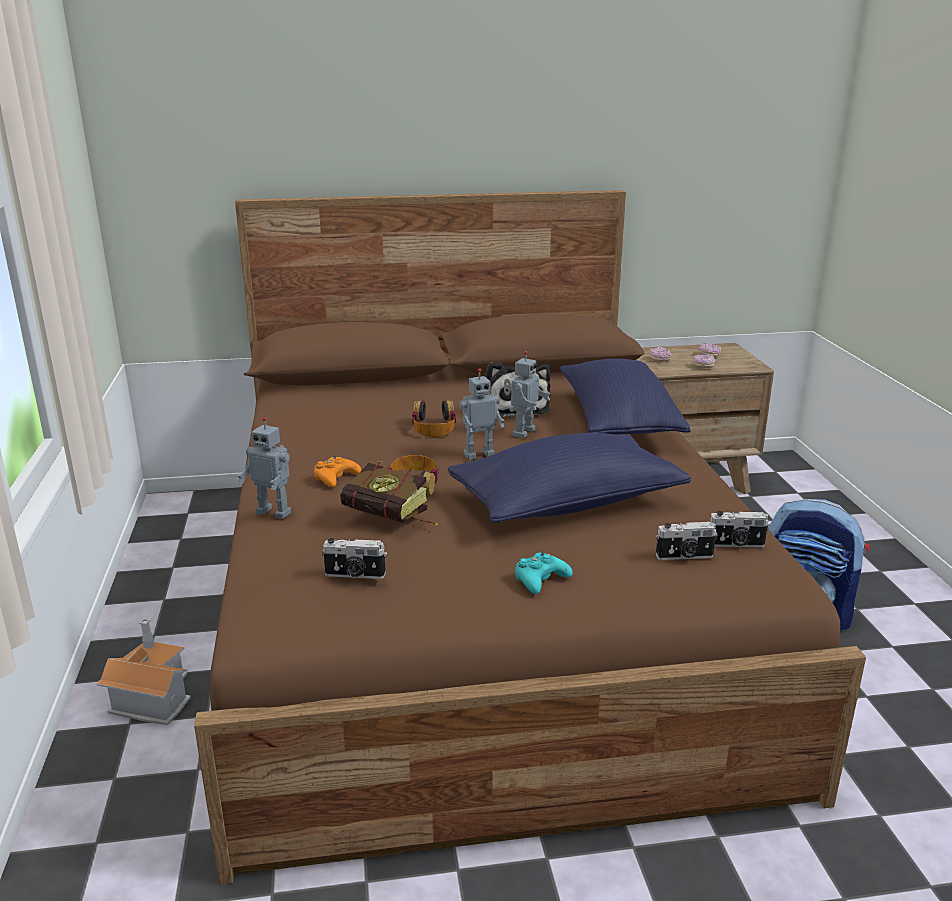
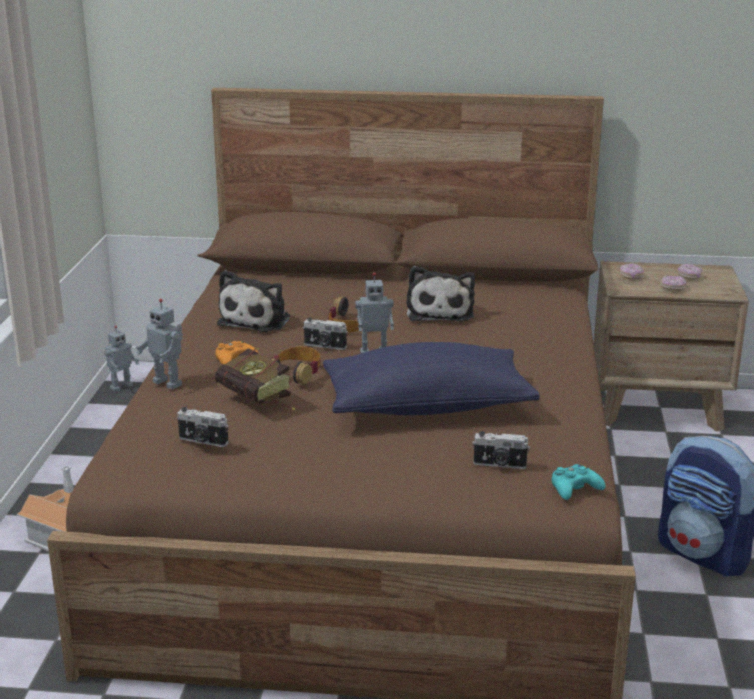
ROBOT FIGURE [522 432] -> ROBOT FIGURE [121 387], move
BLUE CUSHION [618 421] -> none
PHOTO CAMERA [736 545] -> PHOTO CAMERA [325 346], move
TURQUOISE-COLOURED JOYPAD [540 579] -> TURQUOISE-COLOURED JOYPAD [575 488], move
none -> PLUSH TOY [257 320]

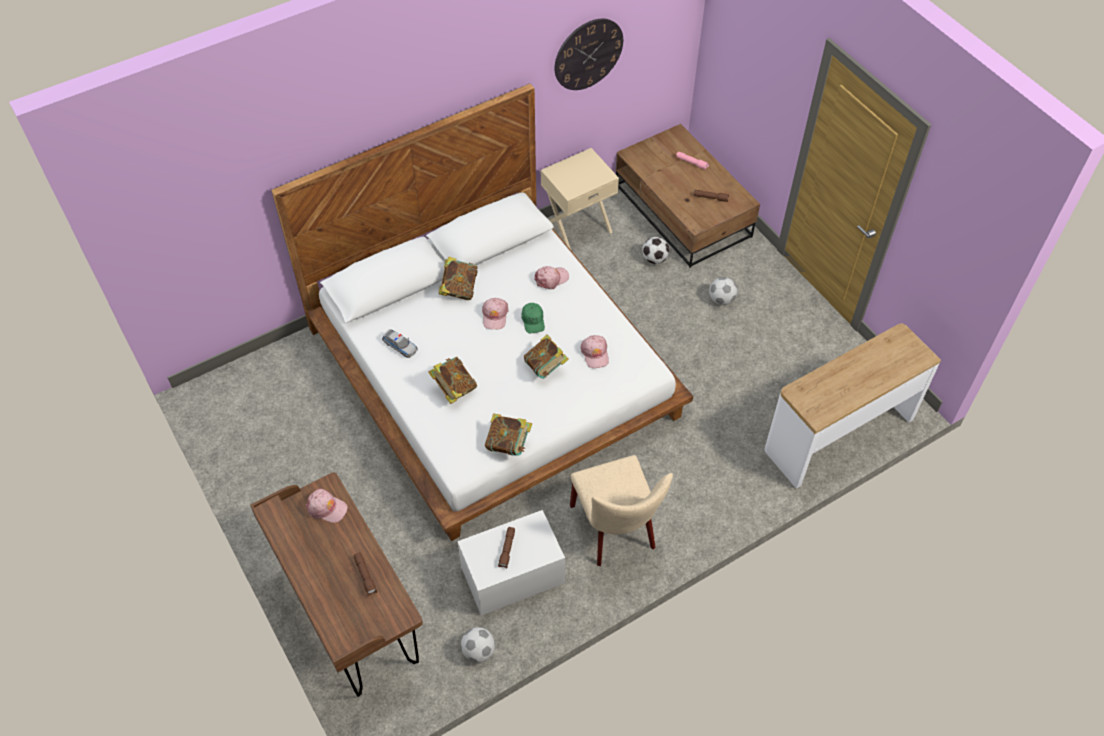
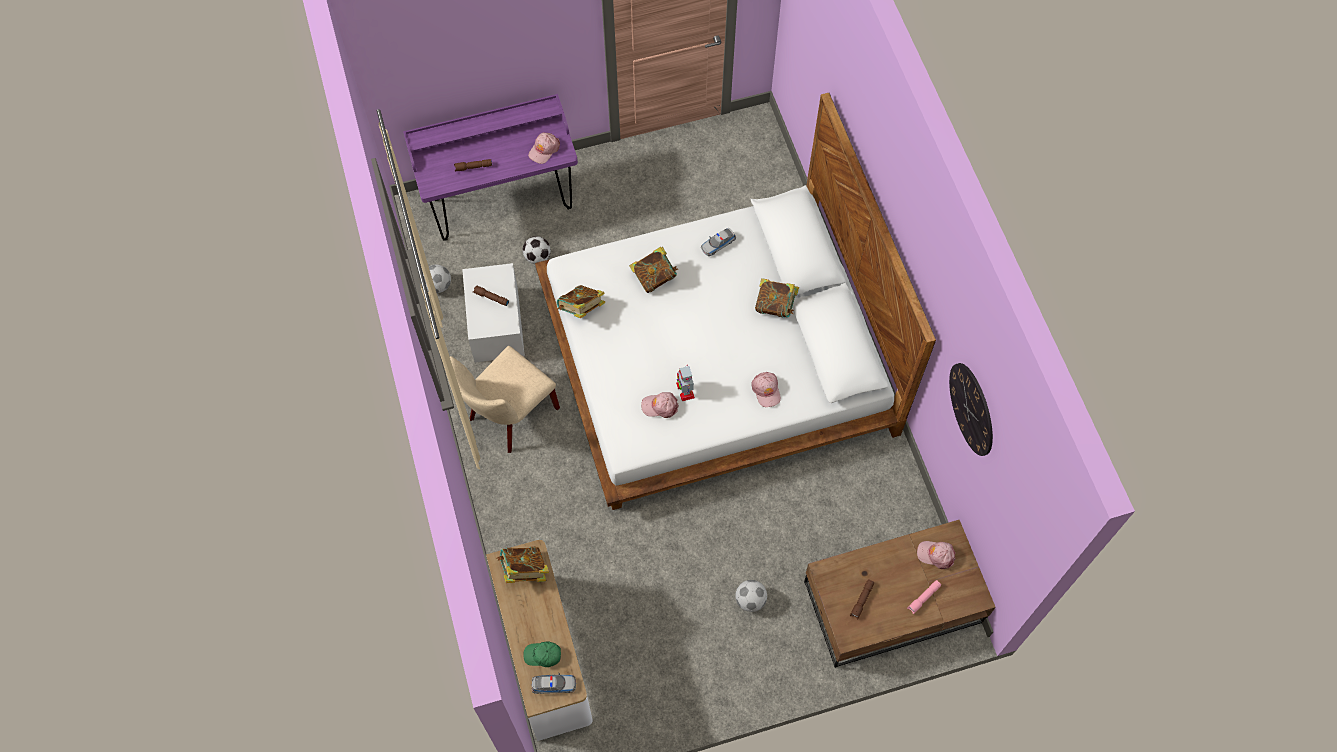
BEIGE BEDSIDE TABLE [577 226] -> none
BALL FOR FOOTBALL [654 259] -> BALL FOR FOOTBALL [537 257], move
PINK BASEBALL CAP [495 316] -> PINK BASEBALL CAP [936 555], move
GREEN BASEBALL CAP [533 320] -> GREEN BASEBALL CAP [543 655], move
BOOK [546 367] -> BOOK [524 570], move
BEIGE PLAIN CHAIR [616 531] -> BEIGE PLAIN CHAIR [509 416], 45 degrees counterclockwise
BROWN-COLOURED DESK [352 616] -> PURPLE DESK [501 203]
none -> ROBOT FIGURE [685 390]
none -> TOY CAR [554 685]

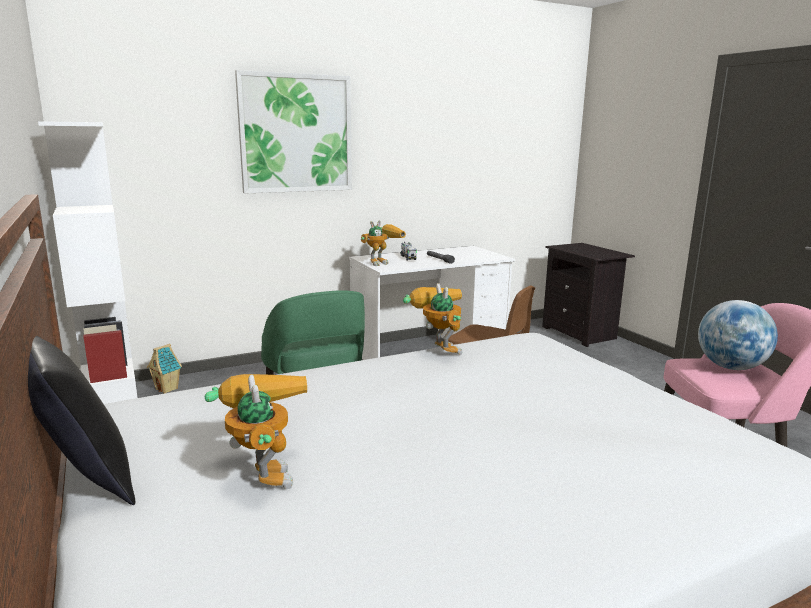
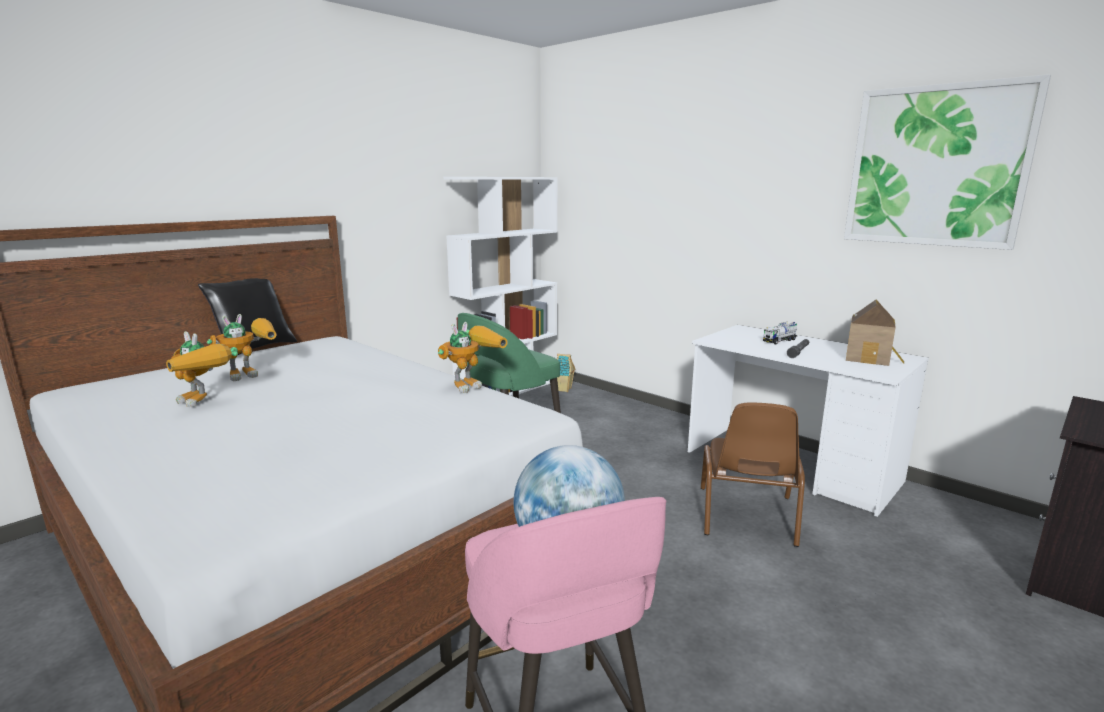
PICTURE [296 133] -> PICTURE [936 166], move
ROBOT FIGURE [382 262] -> ROBOT FIGURE [205 403], move
none -> MODEL HOUSE [870 358]

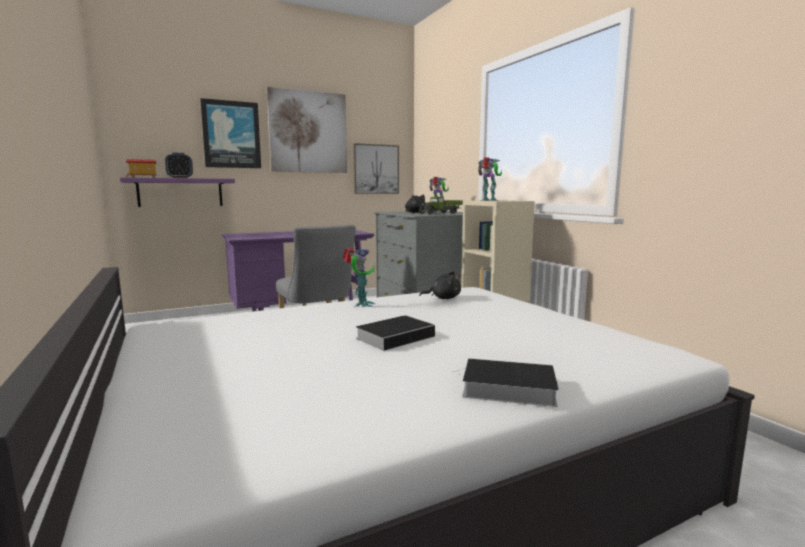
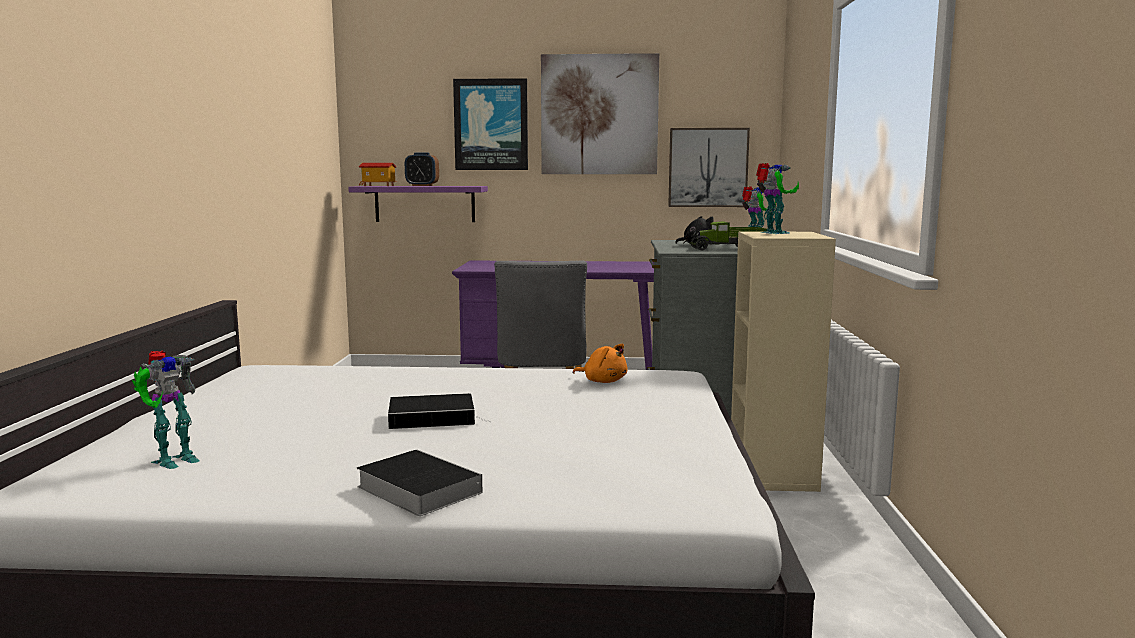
ROBOT FIGURE [361 304] -> ROBOT FIGURE [172 460], move
BLACK-COLOURED PLUSH TOY [443 298] -> ORANGE PLUSH TOY [603 381]

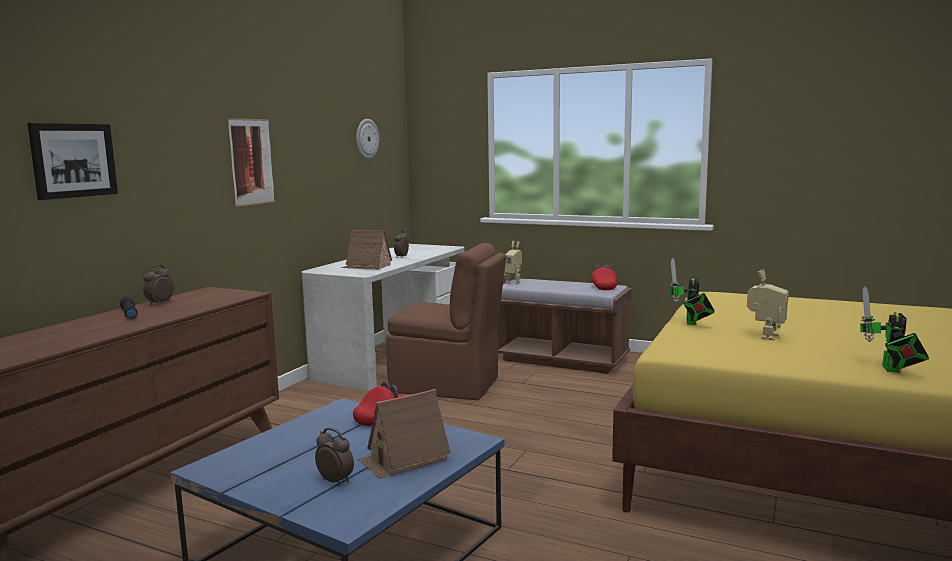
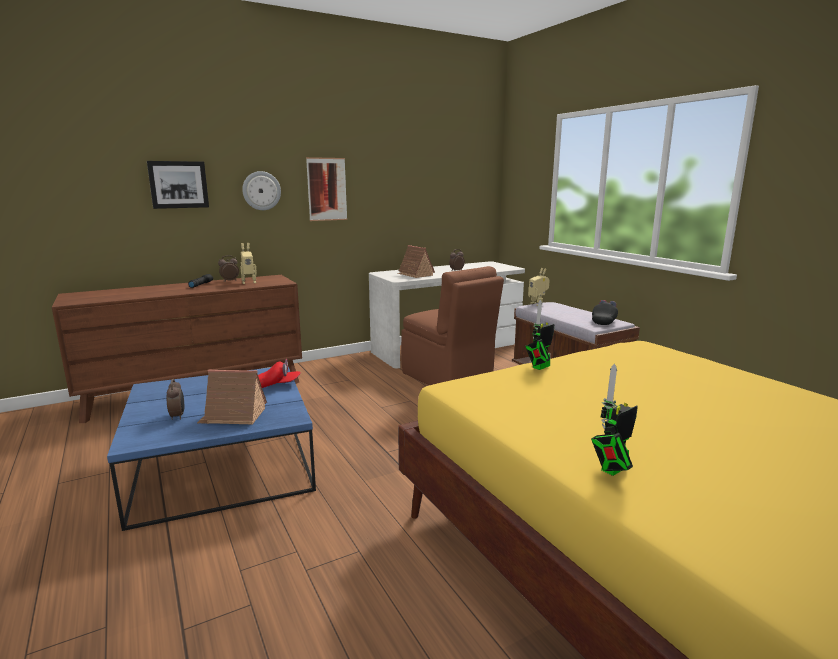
HANGING CLOCK [366 139] -> HANGING CLOCK [261 190], move
RED-COLOURED BASEBALL CAP [603 287] -> BLACK-COLOURED BASEBALL CAP [604 321]
ROBOT FIGURE [765 336] -> ROBOT FIGURE [248 282], move

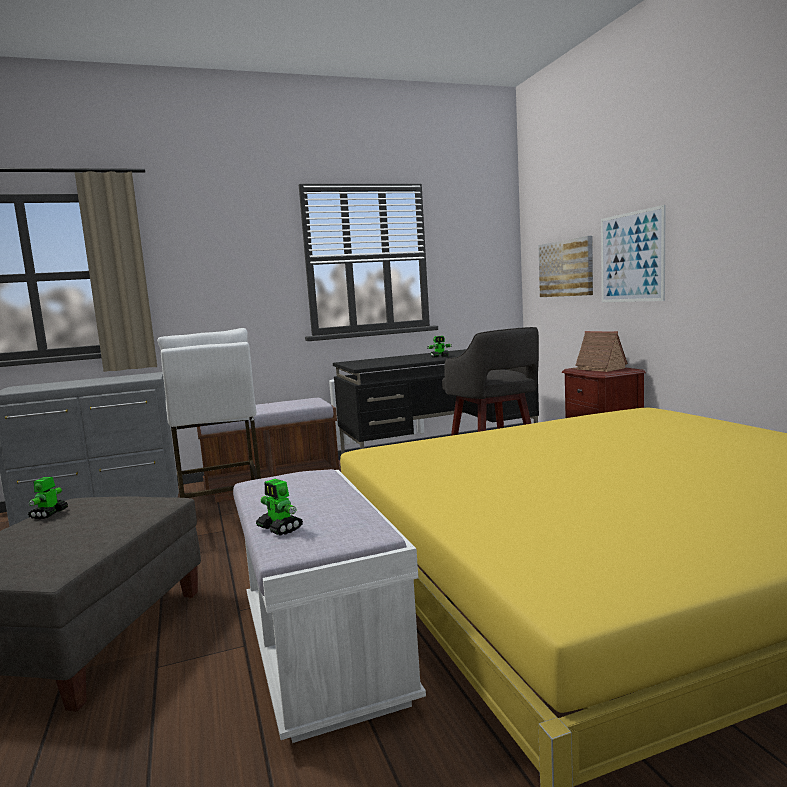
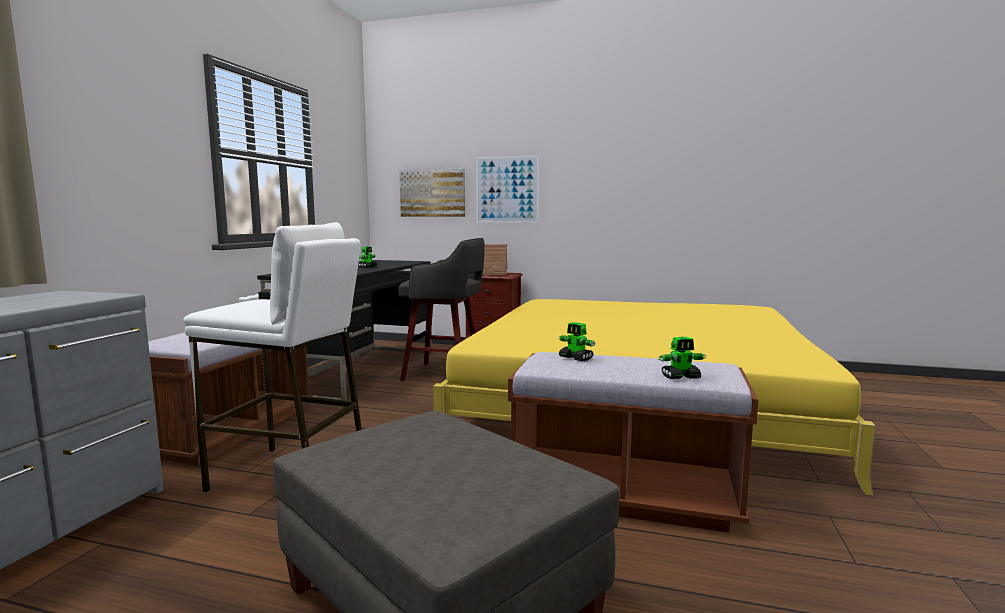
WHITISH LONG SEAT [323 653] -> BROWN-COLOURED LONG SEAT [624 494]
ROBOT FIGURE [48 514] -> ROBOT FIGURE [576 358], move

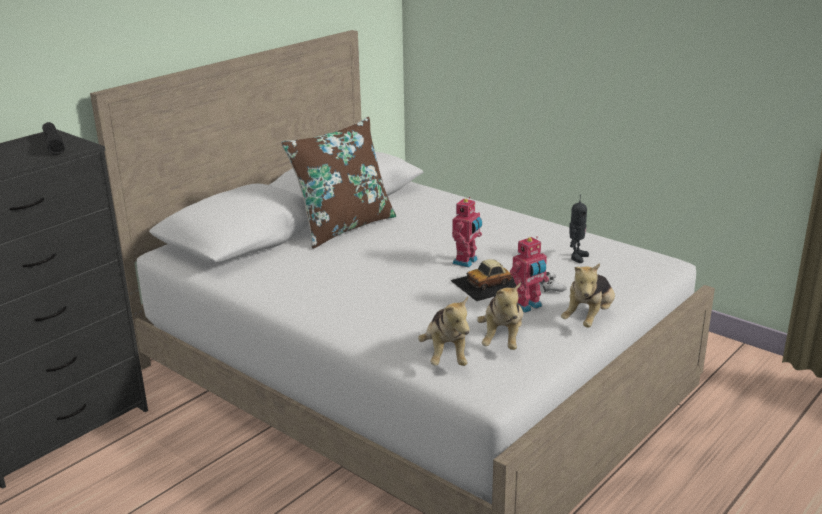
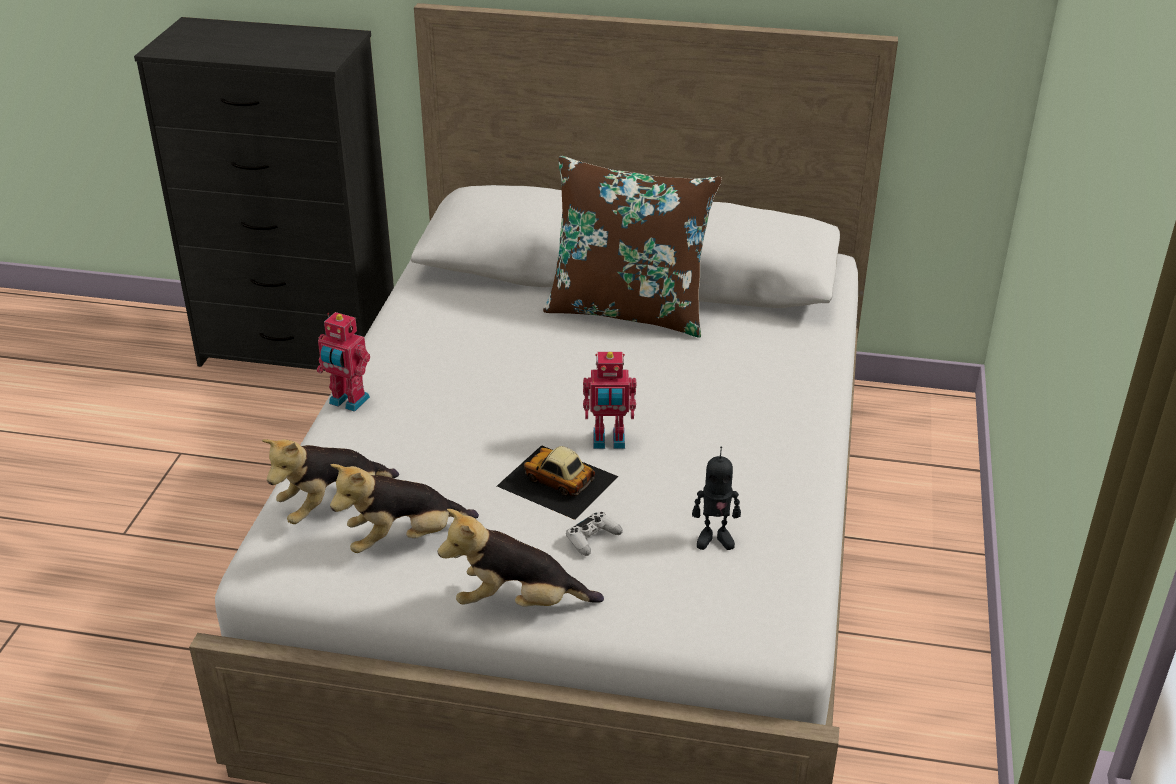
BLACK-COLOURED TORCH [53 144] -> none
ROBOT FIGURE [528 306] -> ROBOT FIGURE [347 402], move

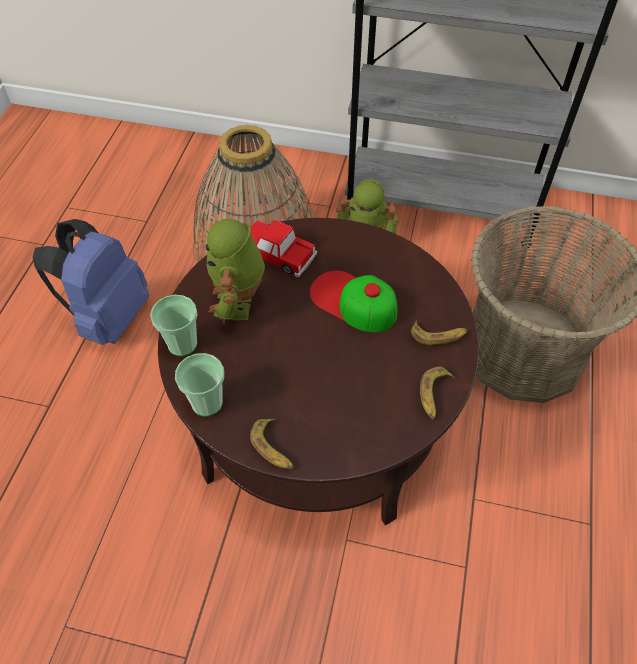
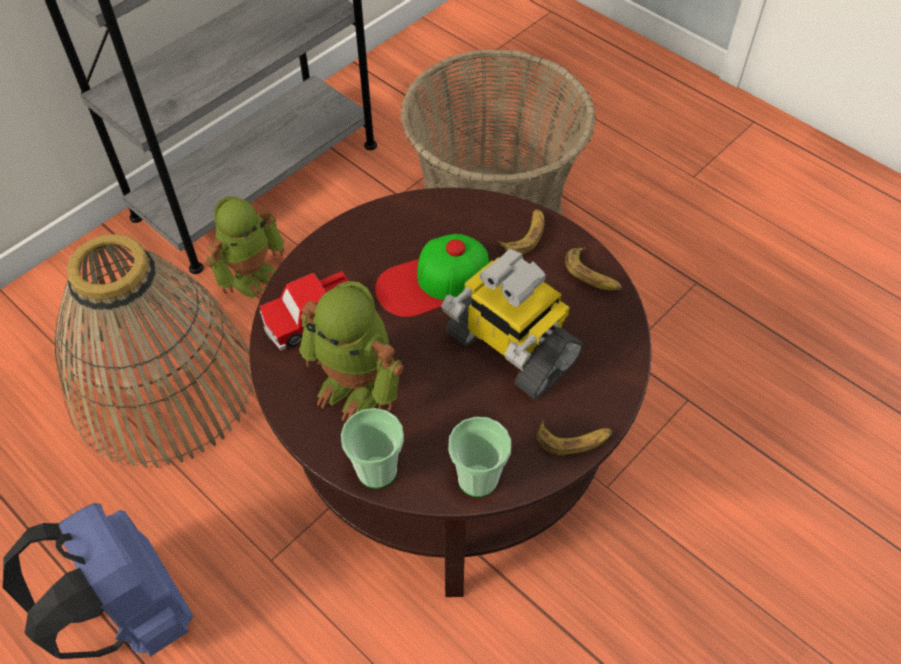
none -> ROBOT FIGURE [510 348]

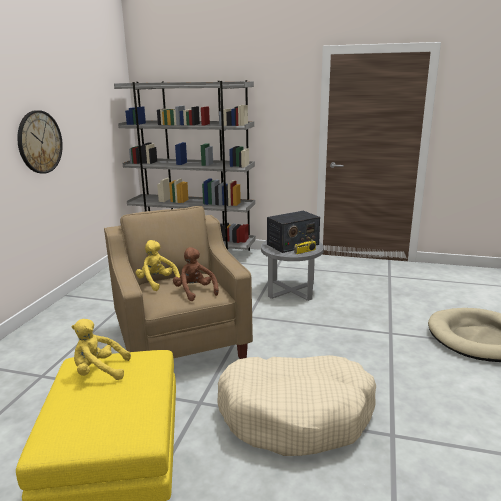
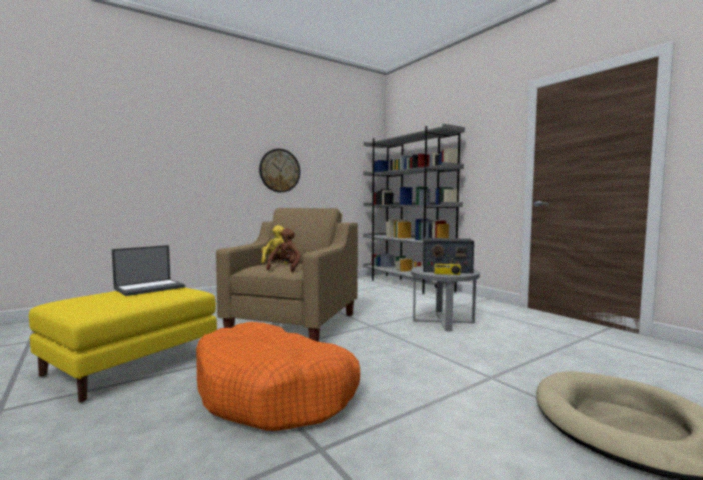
YELLOW PLUSH TOY [99 371] -> PORTABLE COMPUTER [150 288]
BEIGE PET BED [296 414] -> ORANGE PET BED [275 392]

